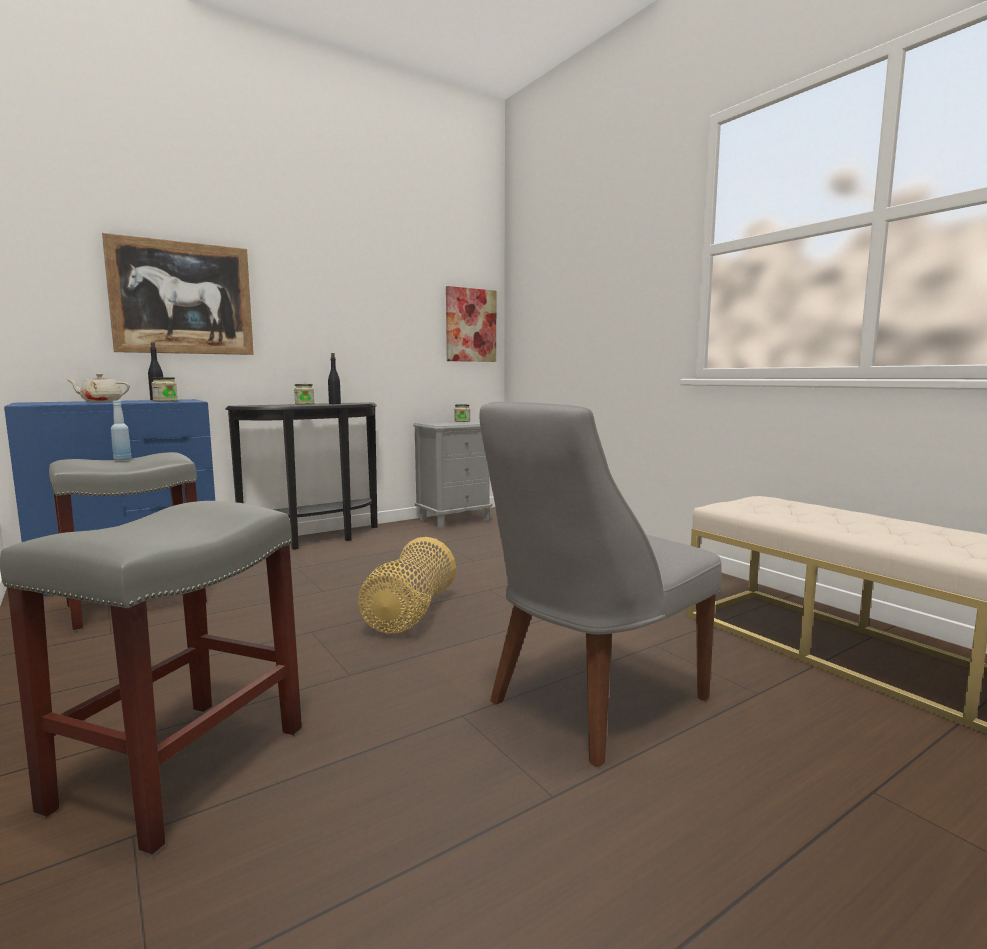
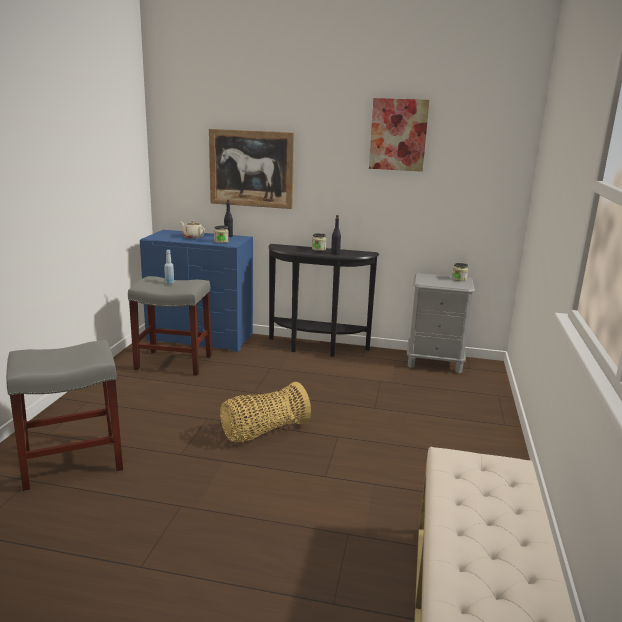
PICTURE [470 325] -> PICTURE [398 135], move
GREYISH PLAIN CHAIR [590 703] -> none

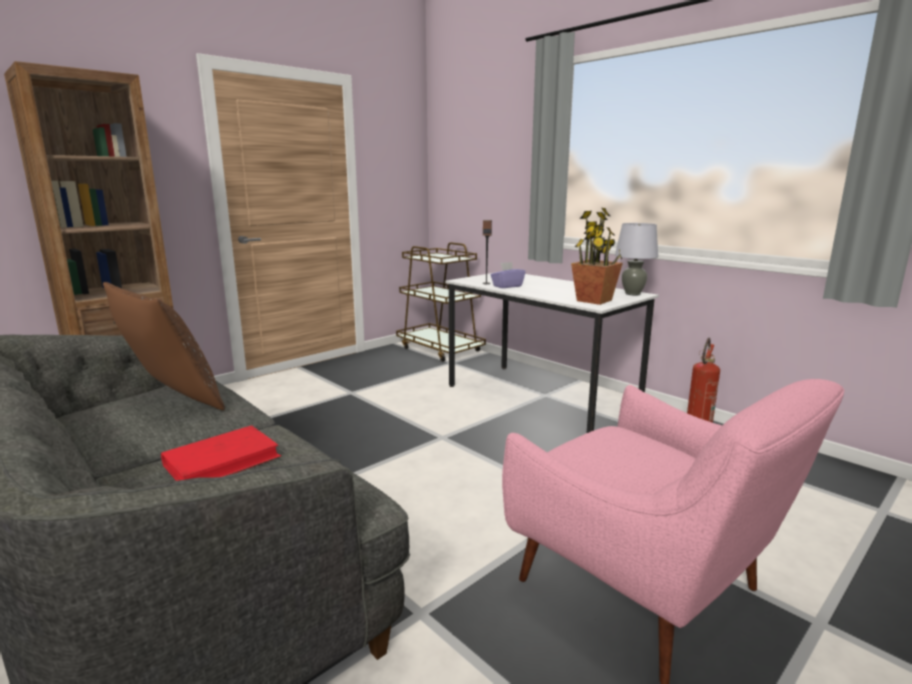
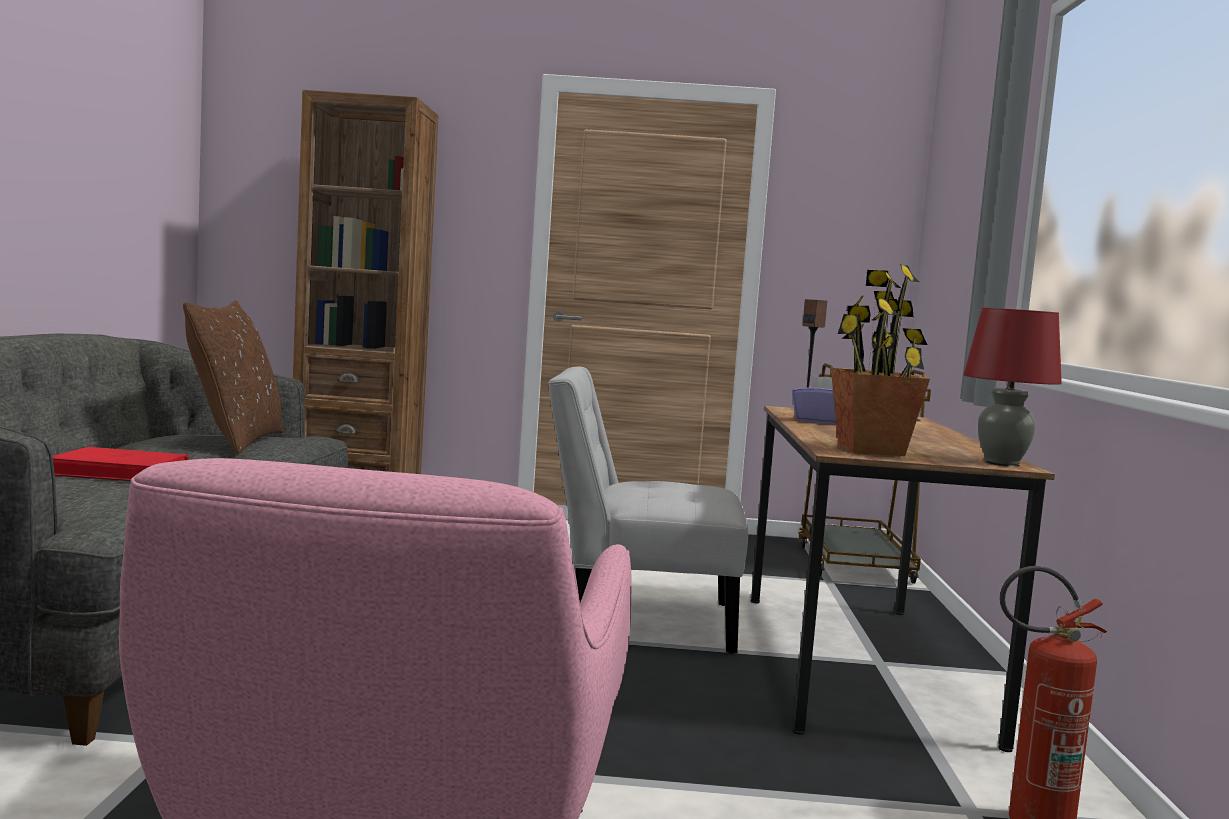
GREYISH LAMP FOR A TABLE [632 293] -> RED-COLOURED LAMP FOR A TABLE [1002 461]
WHITISH DESK [540 398] -> BROWN-COLOURED DESK [857 662]
none -> WHITISH PLAIN CHAIR [637 619]

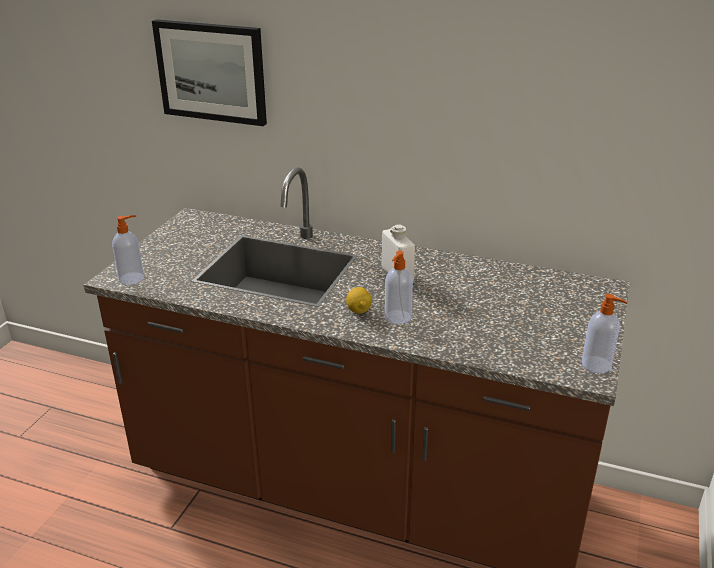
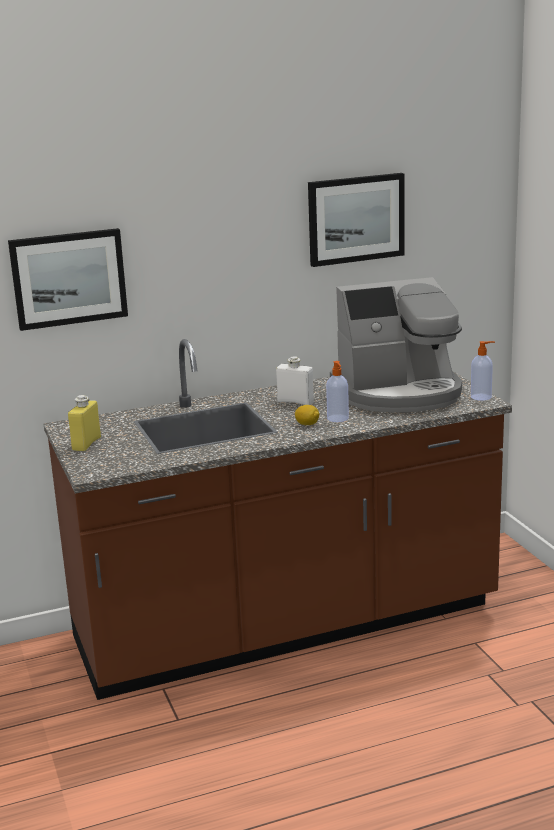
SOAP BOTTLE [132 278] -> none
none -> PICTURE [355 219]
none -> COFFEE BREWER [399 393]
none -> YELLOW DRINK BOTTLE [86 444]

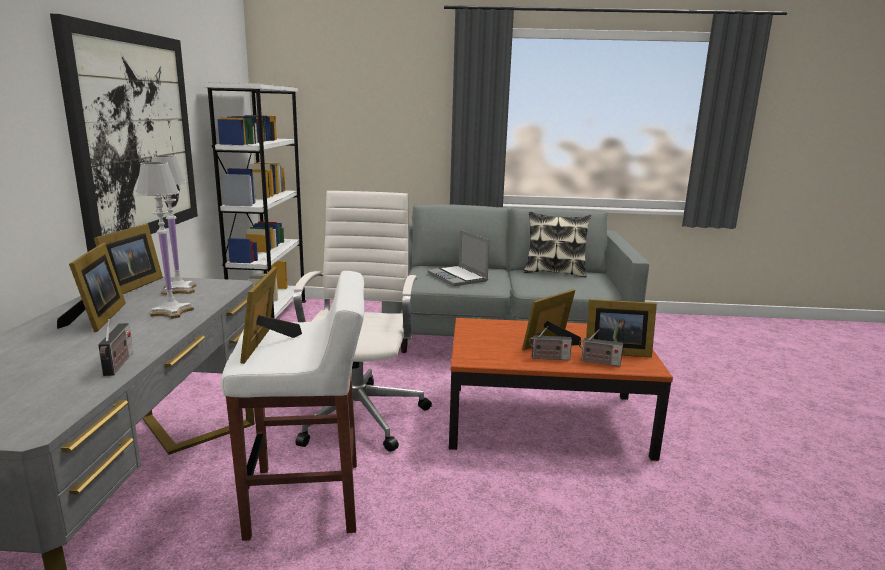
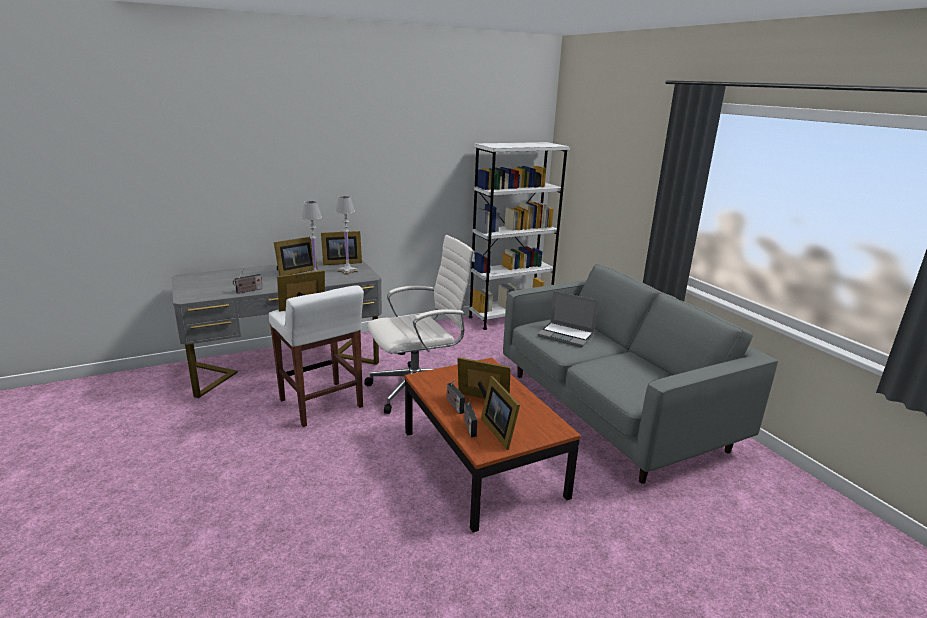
PICTURE [135 136] -> none
CUSHION [554 272] -> none
PORTABLE COMPUTER [458 277] -> PORTABLE COMPUTER [566 335], 90 degrees counterclockwise

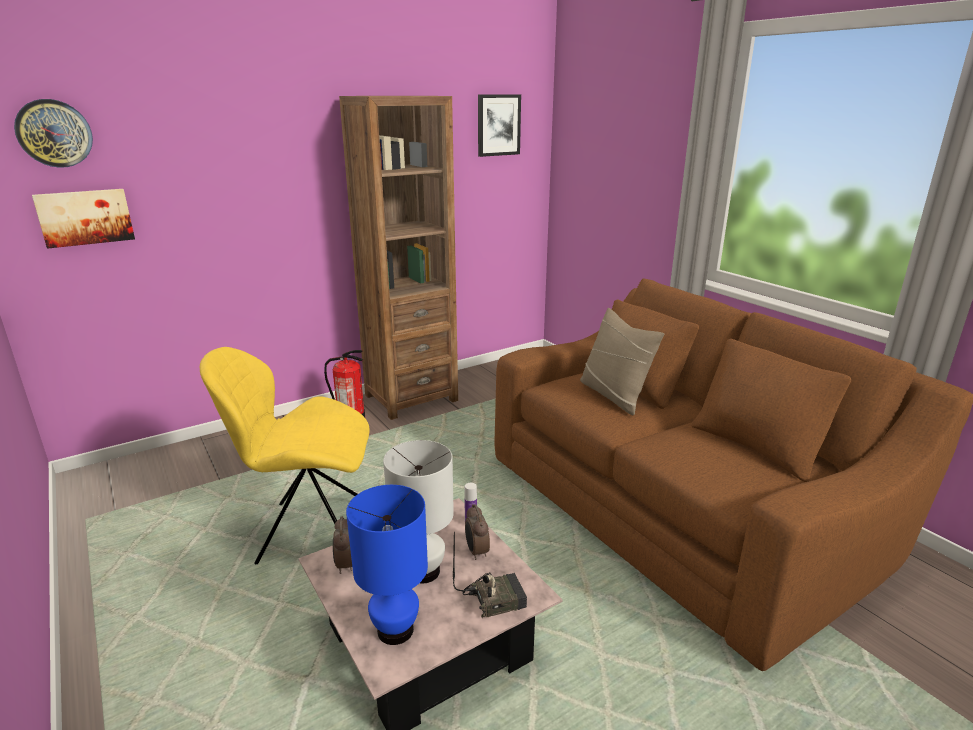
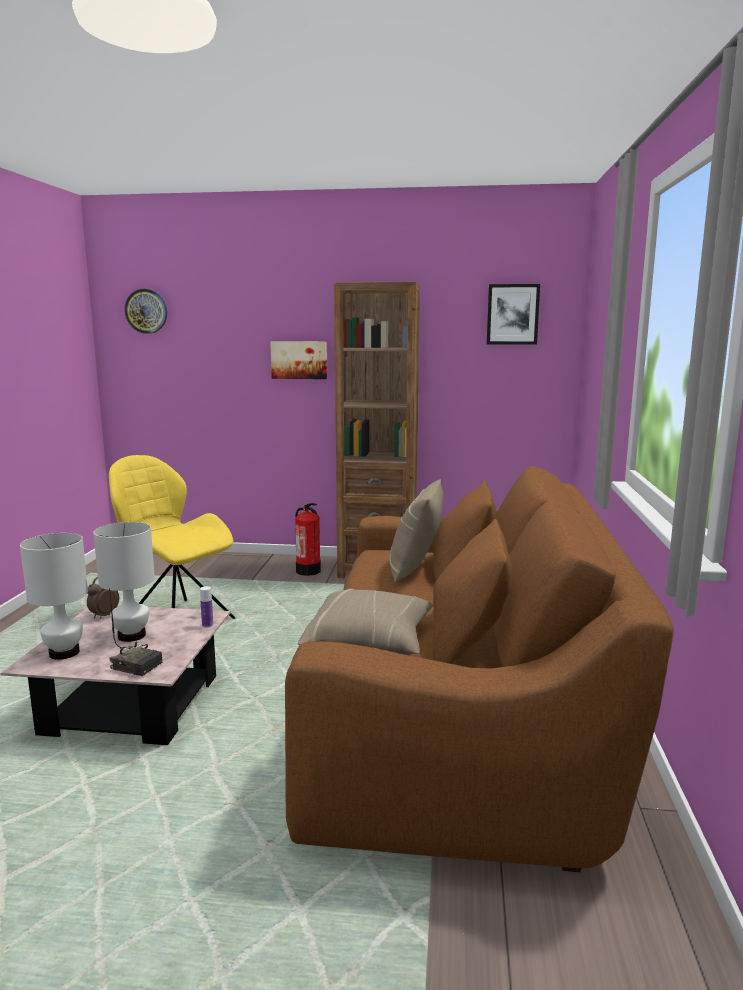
PICTURE [85 217] -> PICTURE [299 360], move
BLUE LAMP FOR A TABLE [395 629] -> WHITISH LAMP FOR A TABLE [64 652]
BEDSIDE CLOCK [476 552] -> none
none -> BEIGE CUSHION [369 643]

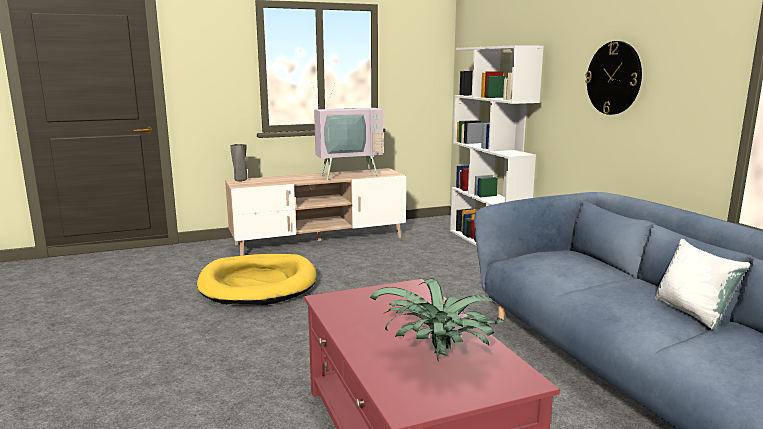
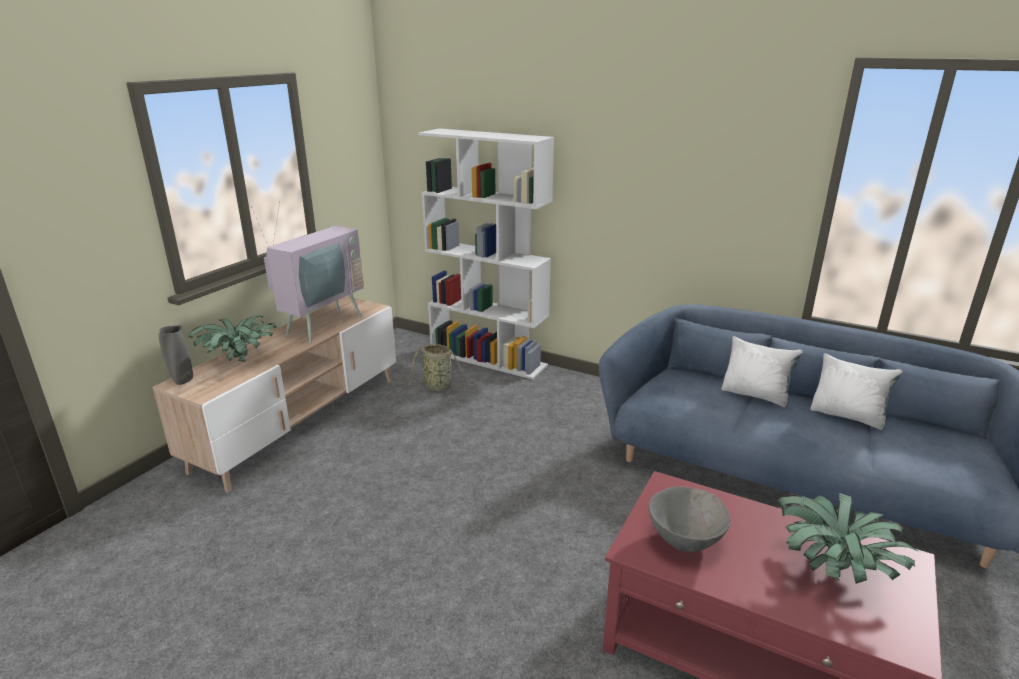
HANGING CLOCK [614 78] -> none
YELLOW PET BED [258 284] -> none
none -> HOUSEPLANT [240 361]
none -> WHITISH CUSHION [755 395]
none -> BASKET [440 387]
none -> GREYISH SERVING BOWL [685 542]

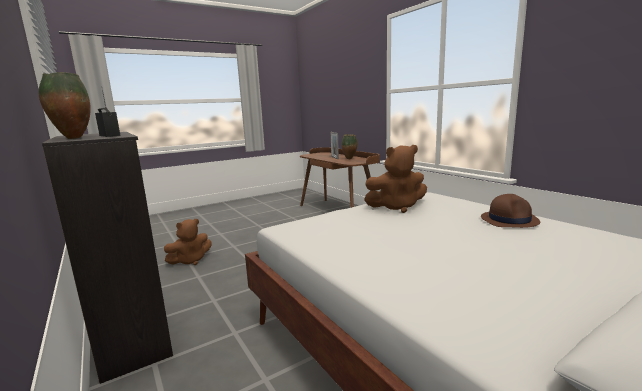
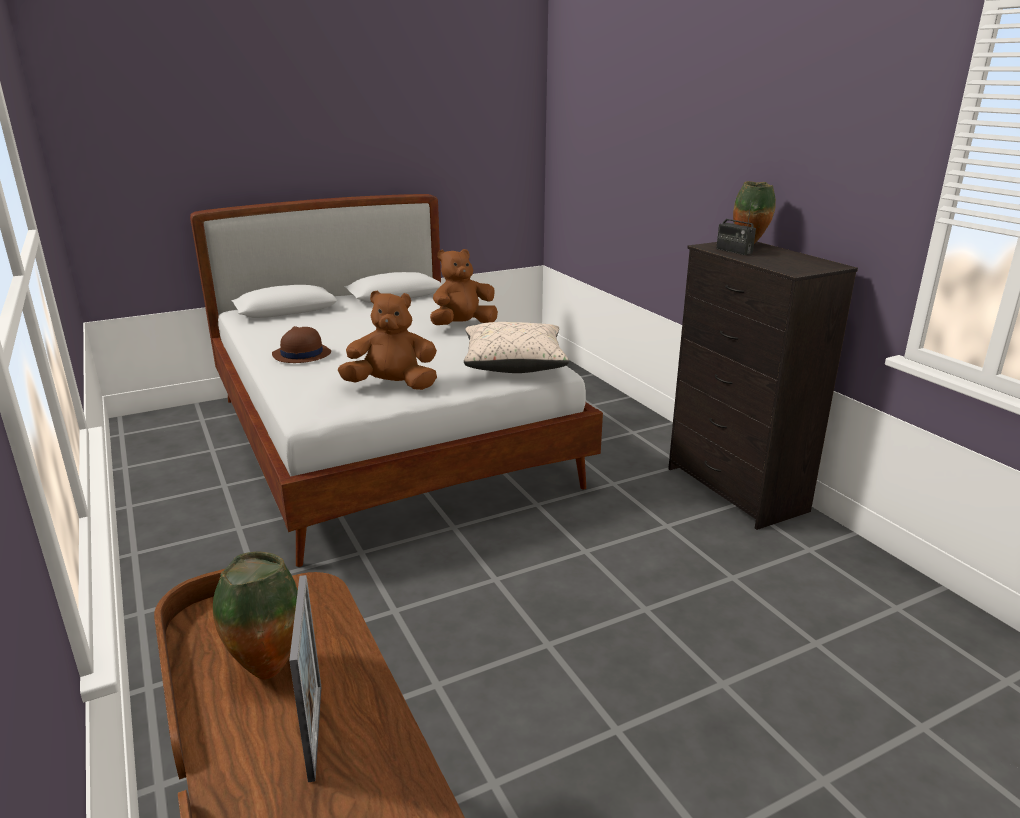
BROWN-COLOURED PLUSH TOY [190 260] -> BROWN-COLOURED PLUSH TOY [462 325], move
none -> BEIGE CUSHION [514 364]

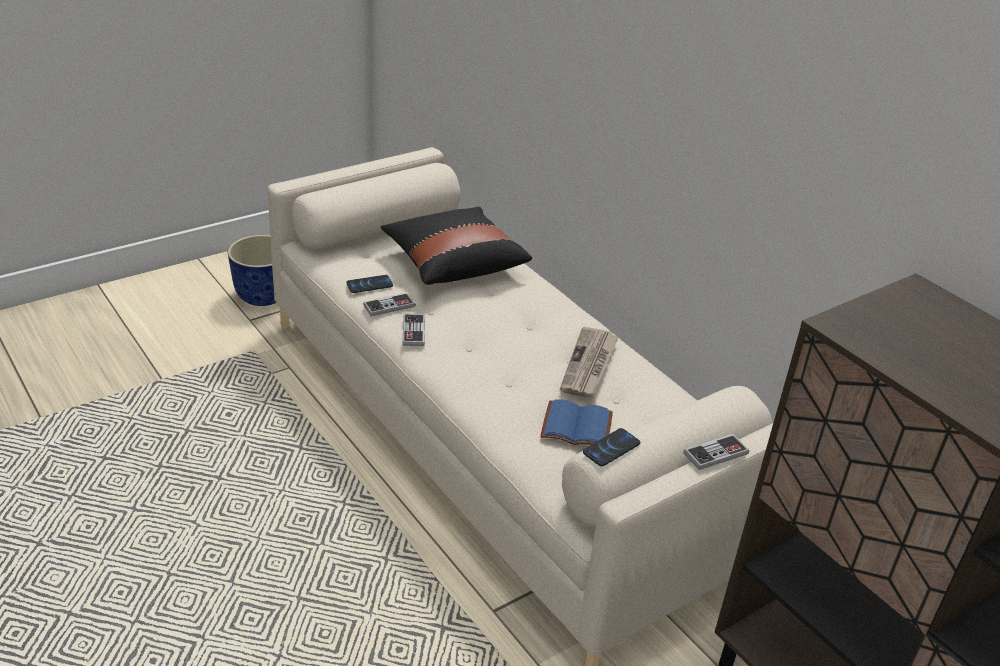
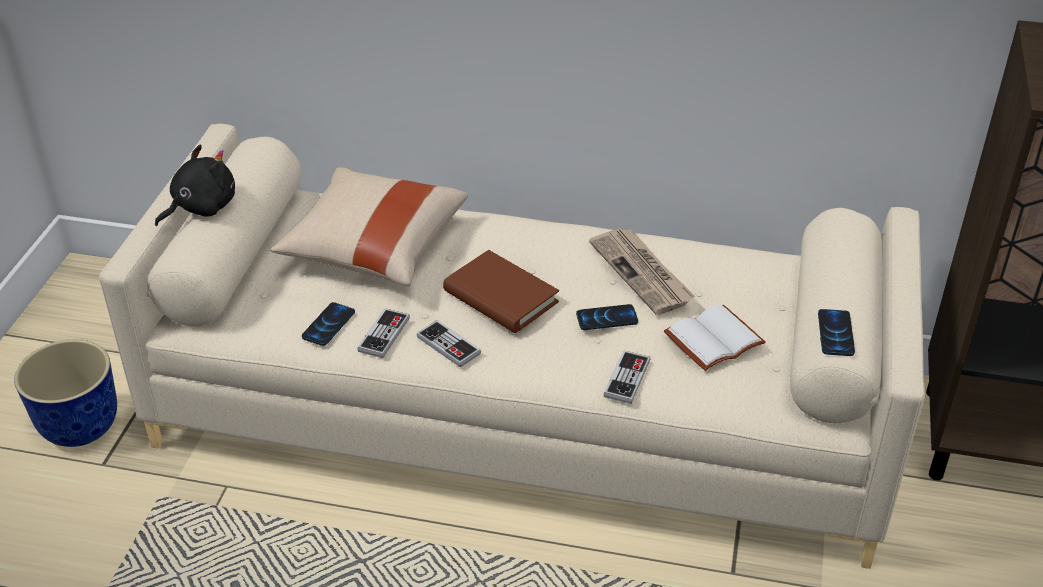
BLACK-COLOURED CUSHION [453 263] -> BEIGE CUSHION [374 248]
BLUE BOOK [578 425] -> WHITISH BOOK [713 337]
JOYPAD [715 453] -> JOYPAD [627 378], move
none -> BLACK-COLOURED PLUSH TOY [201 207]
none -> BROWN-COLOURED BOOK [500 297]
none -> TELEPHONE [606 318]

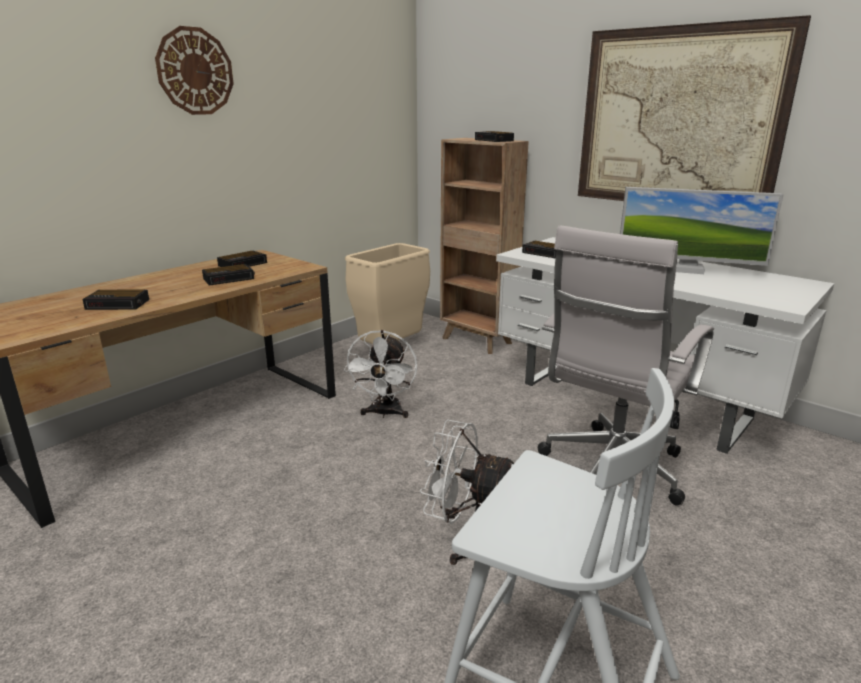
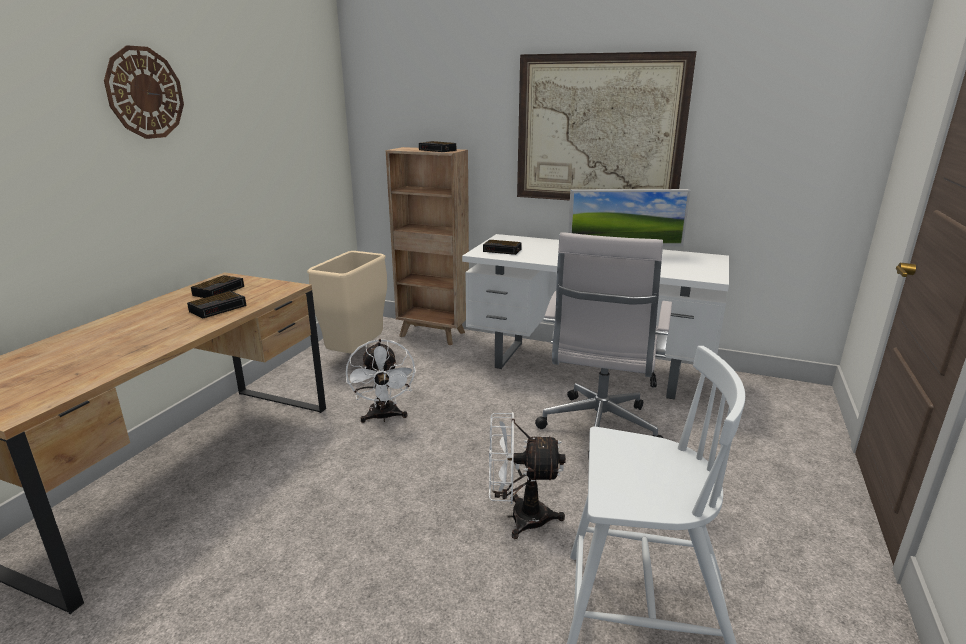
BEDSIDE CLOCK [119 304] -> none

